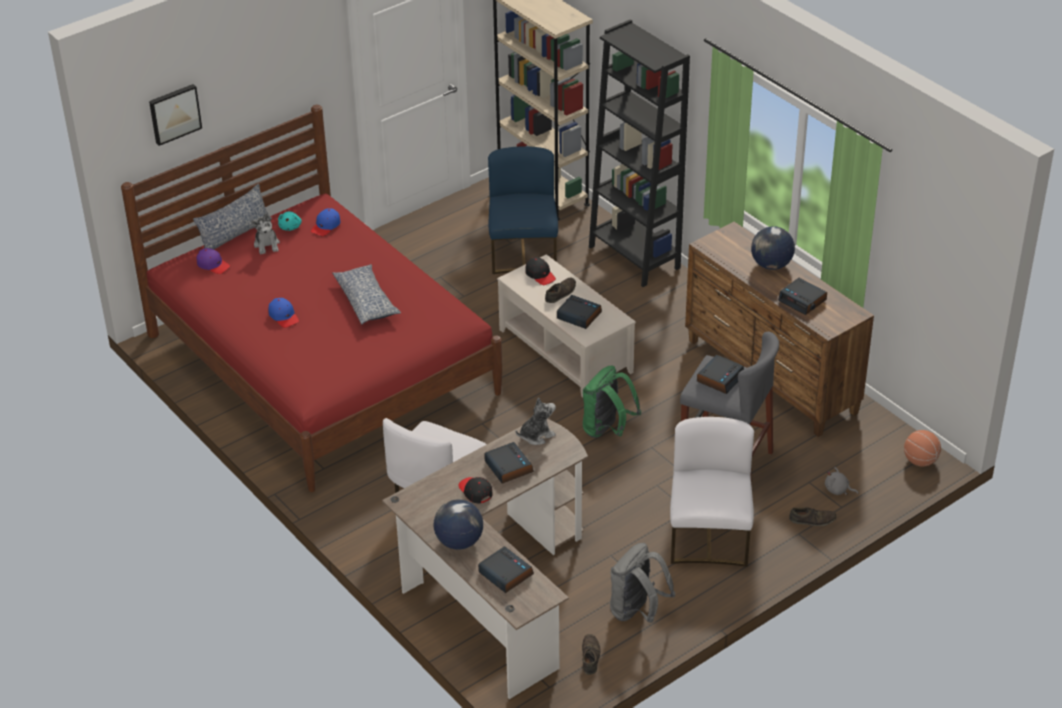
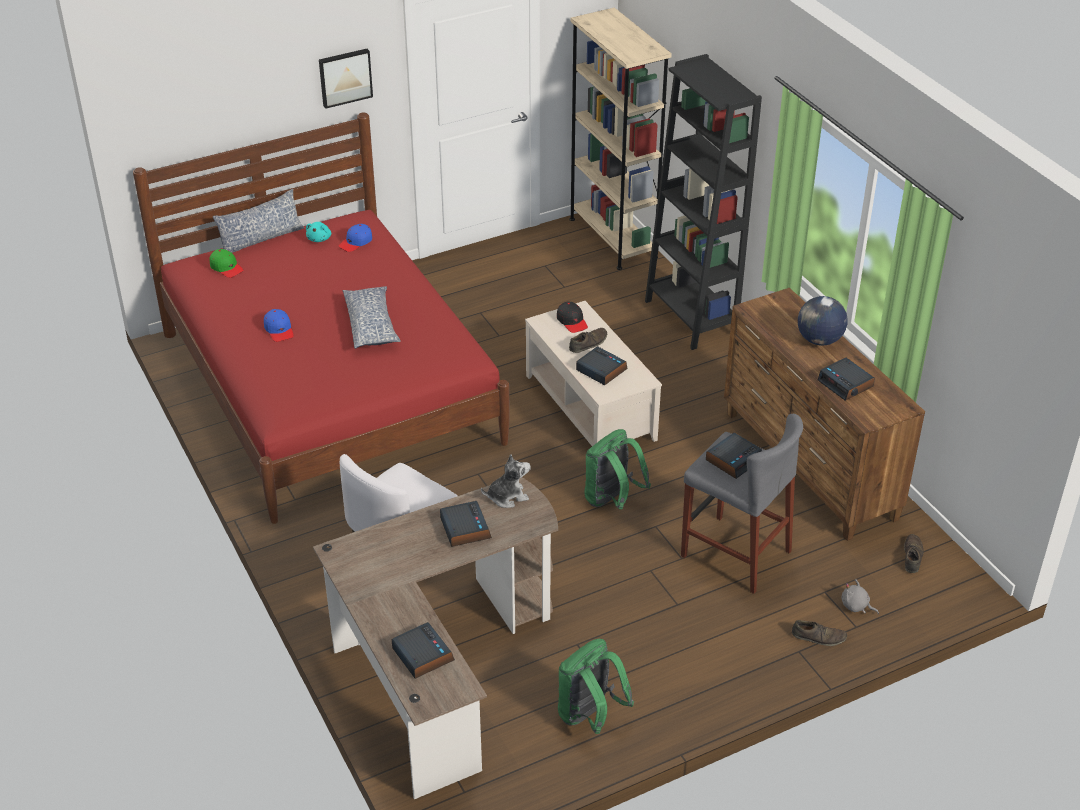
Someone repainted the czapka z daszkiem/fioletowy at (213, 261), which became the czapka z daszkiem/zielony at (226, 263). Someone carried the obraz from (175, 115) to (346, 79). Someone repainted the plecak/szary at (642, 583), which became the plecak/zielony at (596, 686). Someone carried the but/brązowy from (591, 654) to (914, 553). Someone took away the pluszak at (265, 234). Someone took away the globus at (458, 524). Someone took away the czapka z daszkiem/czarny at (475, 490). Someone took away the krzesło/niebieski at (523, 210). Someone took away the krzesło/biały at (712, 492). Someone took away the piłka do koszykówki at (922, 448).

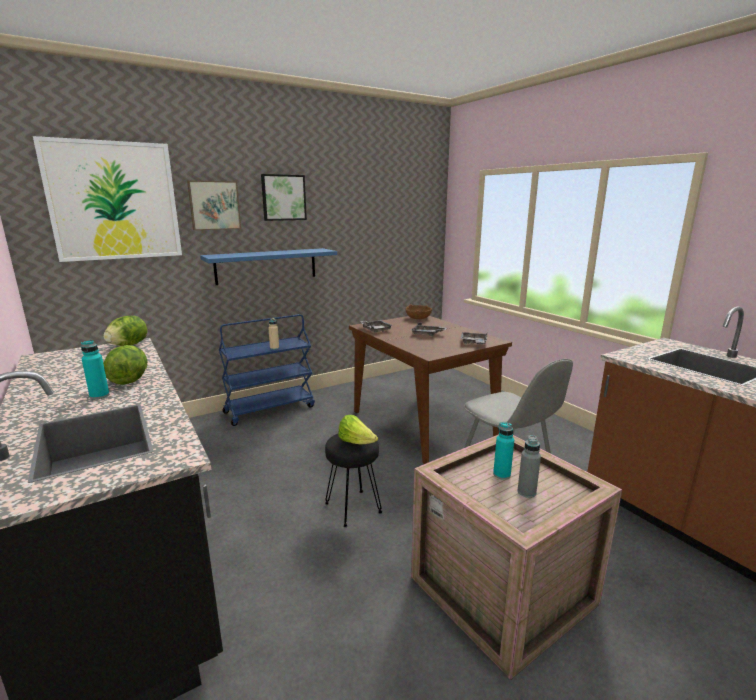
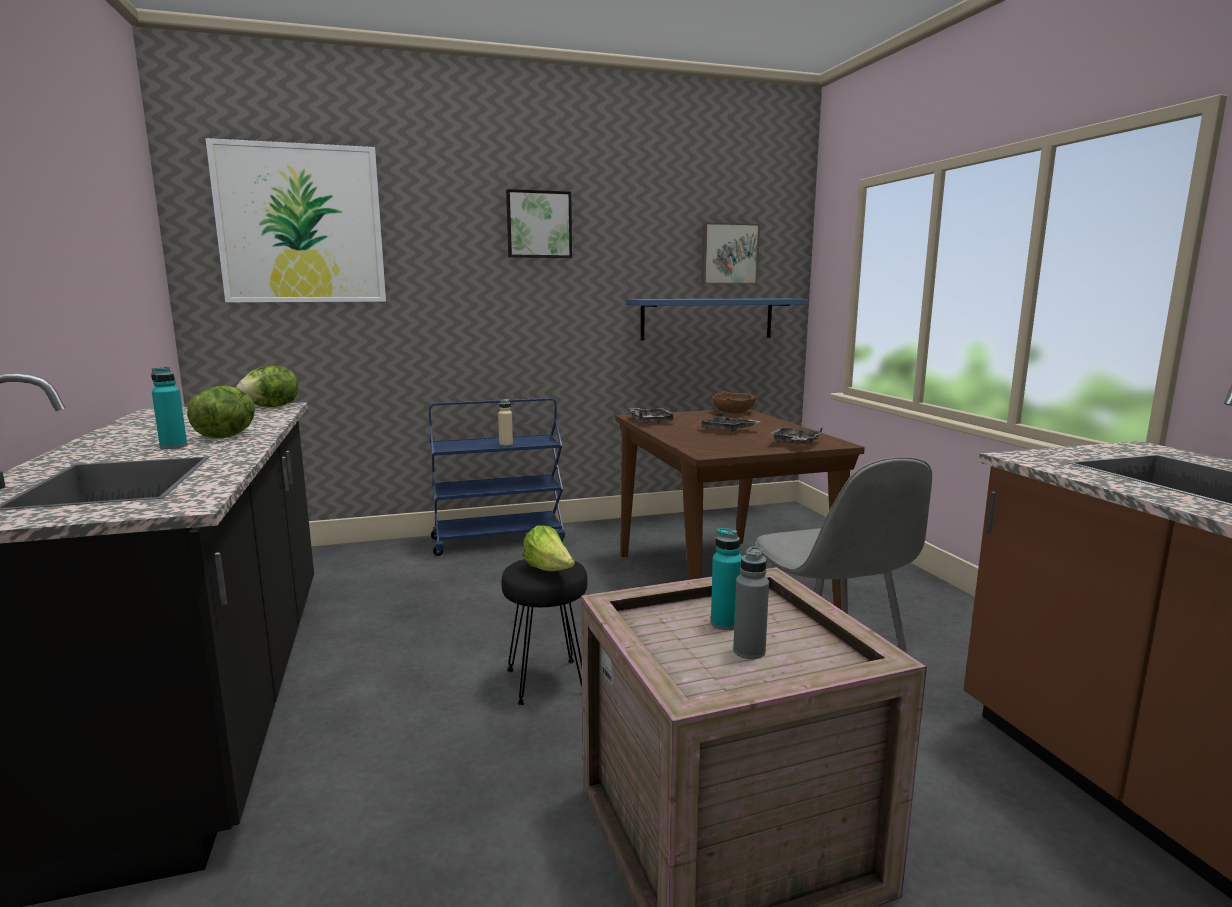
Someone carried the półka/niebieski from (268, 266) to (717, 319). Someone carried the obraz from (214, 205) to (730, 253).

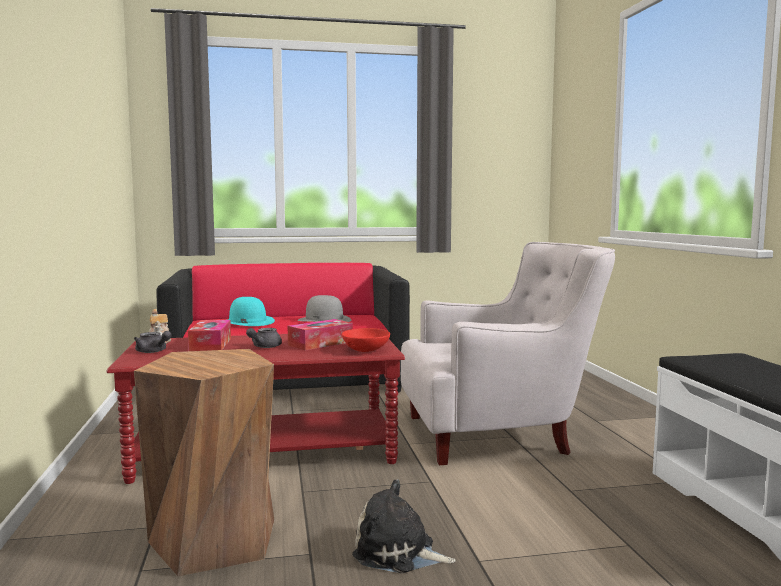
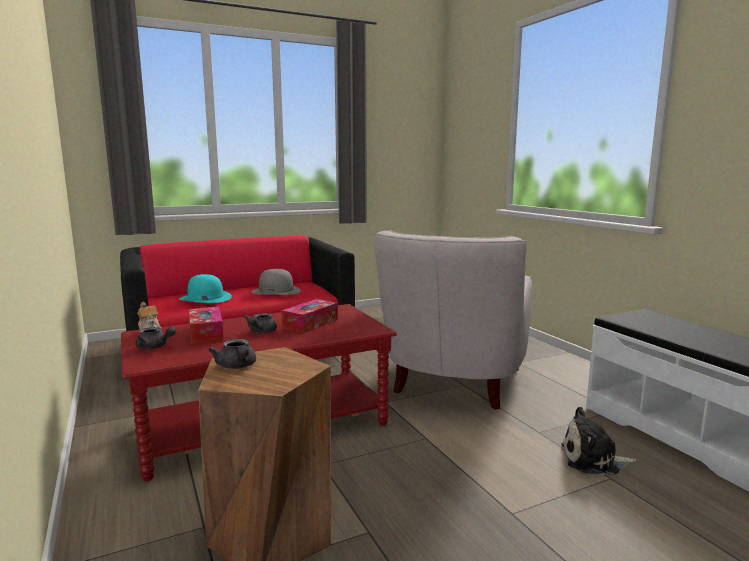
Someone put down the imbryk/szary at (232, 354). Someone rotated the fotel/biały at (508, 353) by 135 degrees clockwise. Someone carried the pluszak from (404, 526) to (599, 441). Someone took away the miska/czerwony at (366, 340).

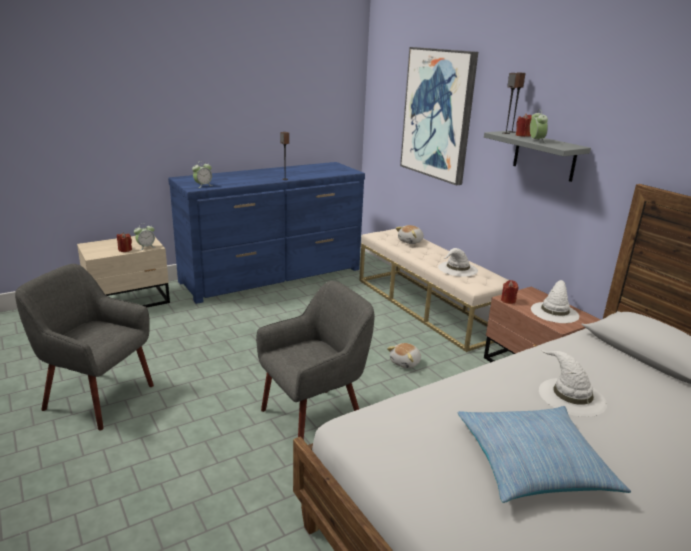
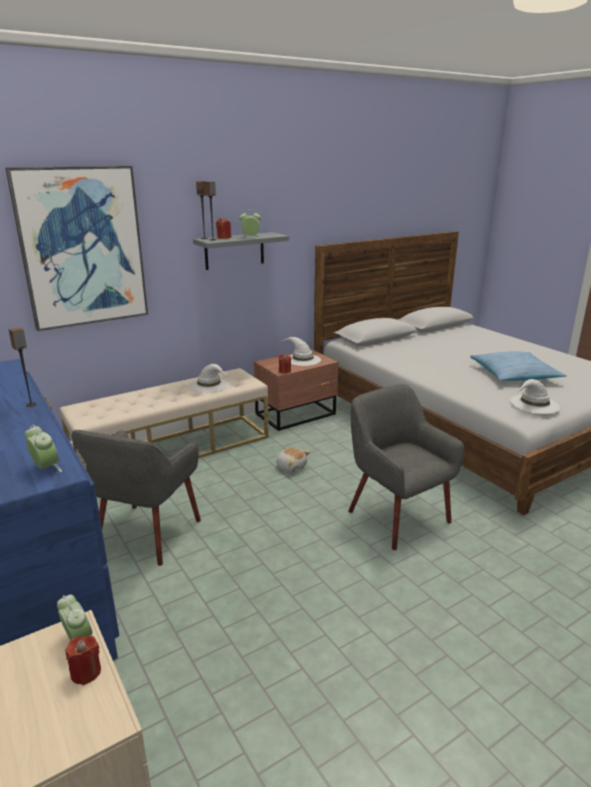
Someone carried the fotel/szary from (84, 347) to (136, 498). Someone carried the kapelusz/biały from (573, 383) to (535, 396). Someone took away the pluszak at (410, 234).

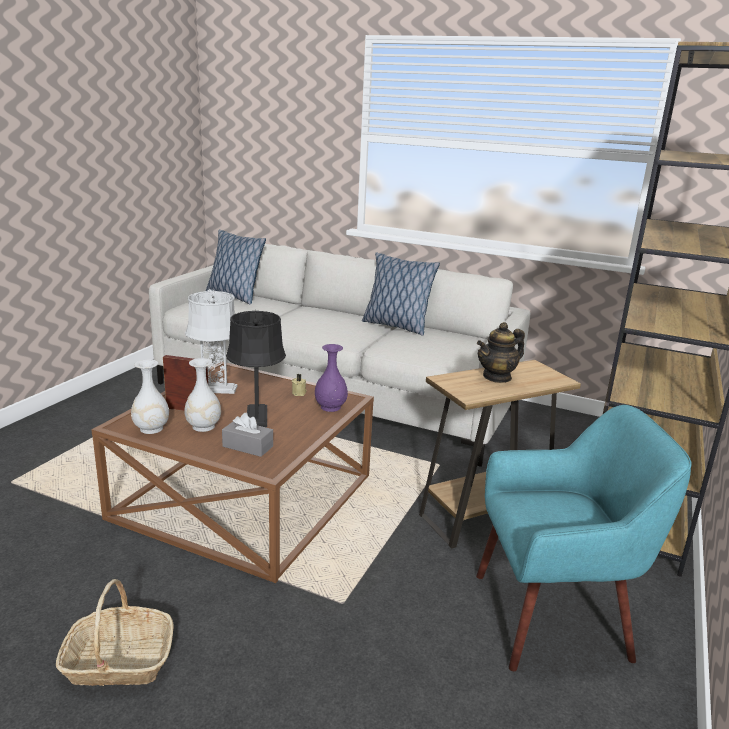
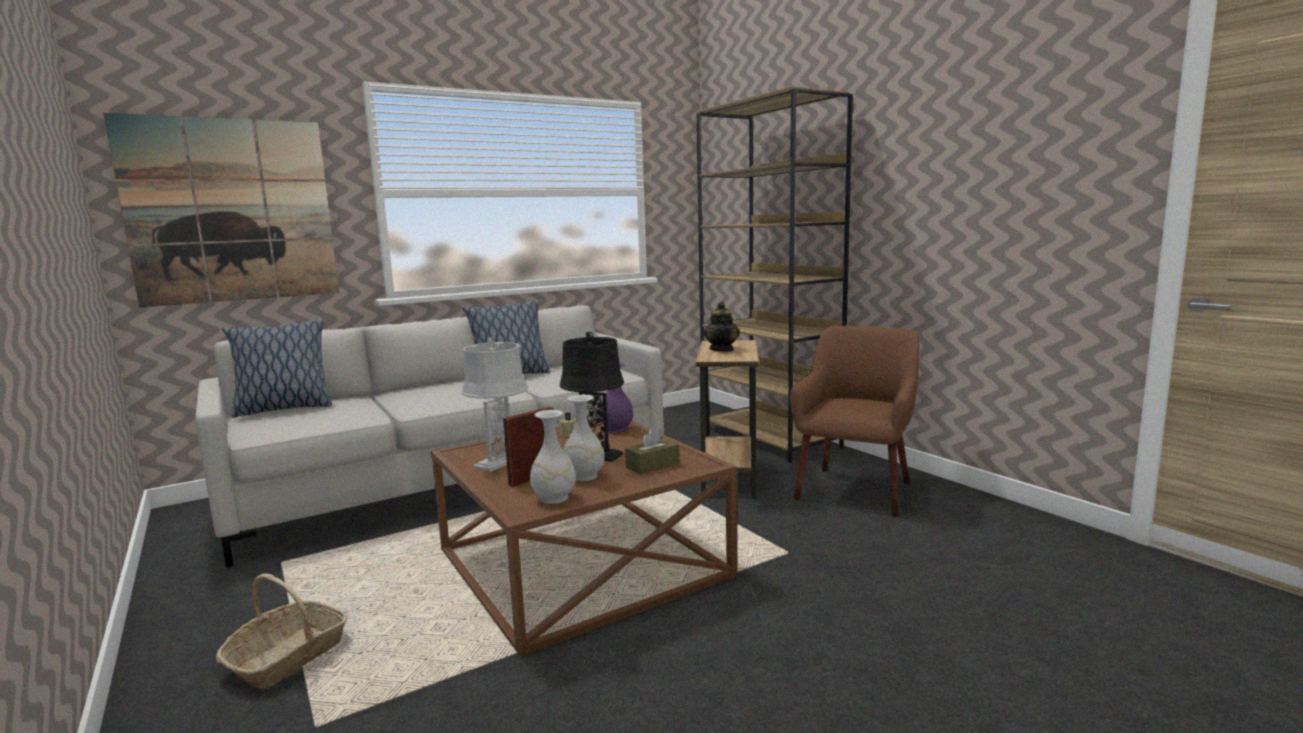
Someone put up the obraz at (221, 210). Someone carried the koszyk from (115, 632) to (282, 630). Someone repainted the pudełko chusteczek/szary at (247, 435), which became the pudełko chusteczek/brązowy at (652, 451). Someone repainted the fotel/turkusowy at (584, 538), which became the fotel/brązowy at (854, 421).

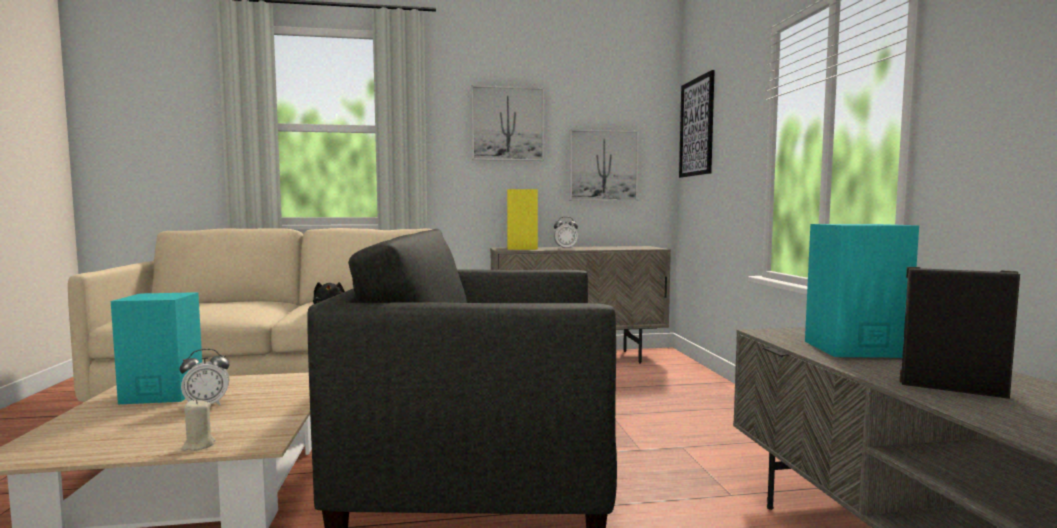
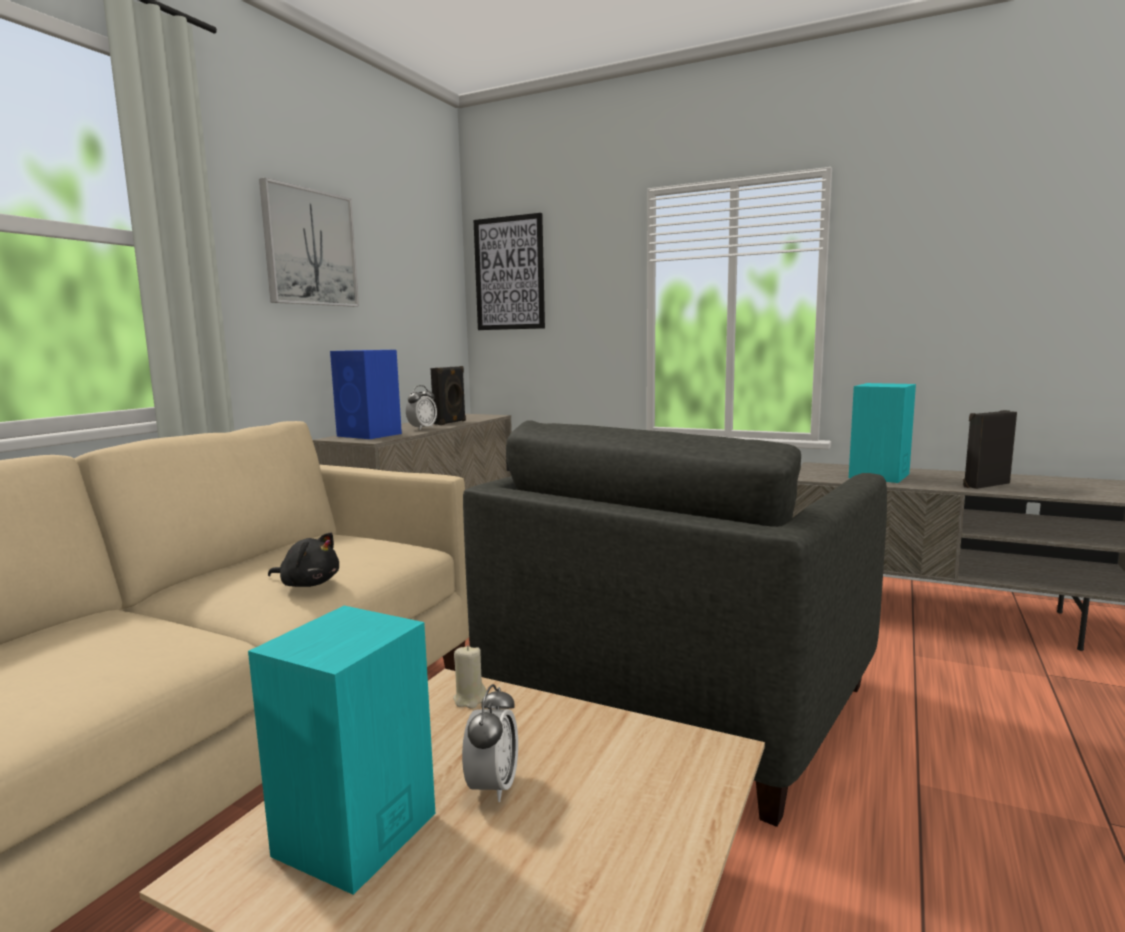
Someone repainted the głośnik/żółty at (522, 219), which became the głośnik/niebieski at (366, 394). Someone put down the głośnik/czarny at (448, 395). Someone carried the świeca/beżowy from (198, 425) to (469, 677). Someone took away the obraz at (604, 165).

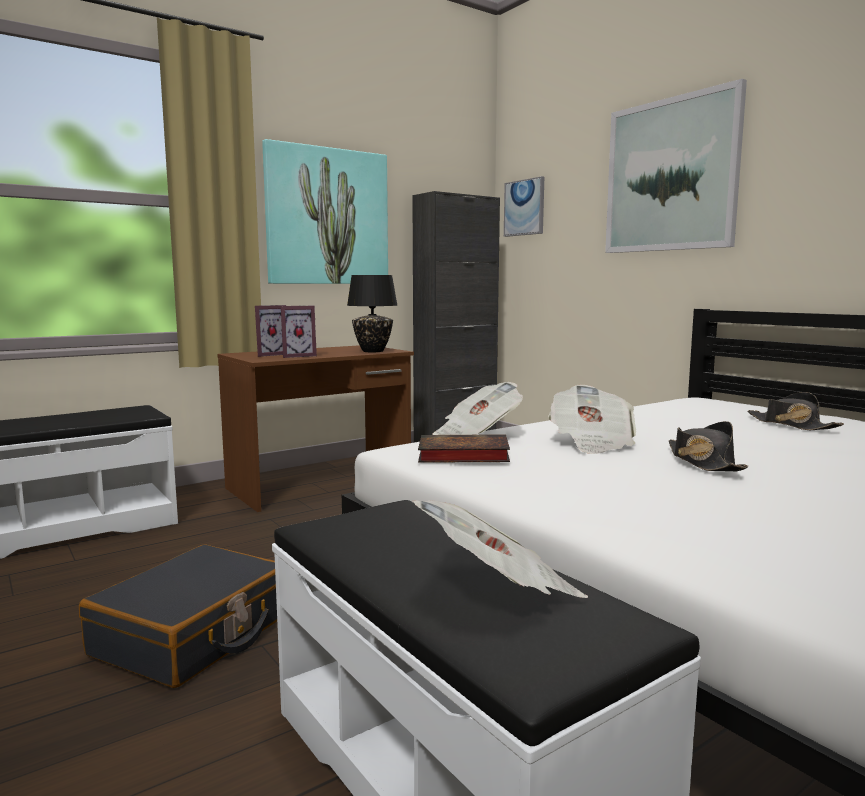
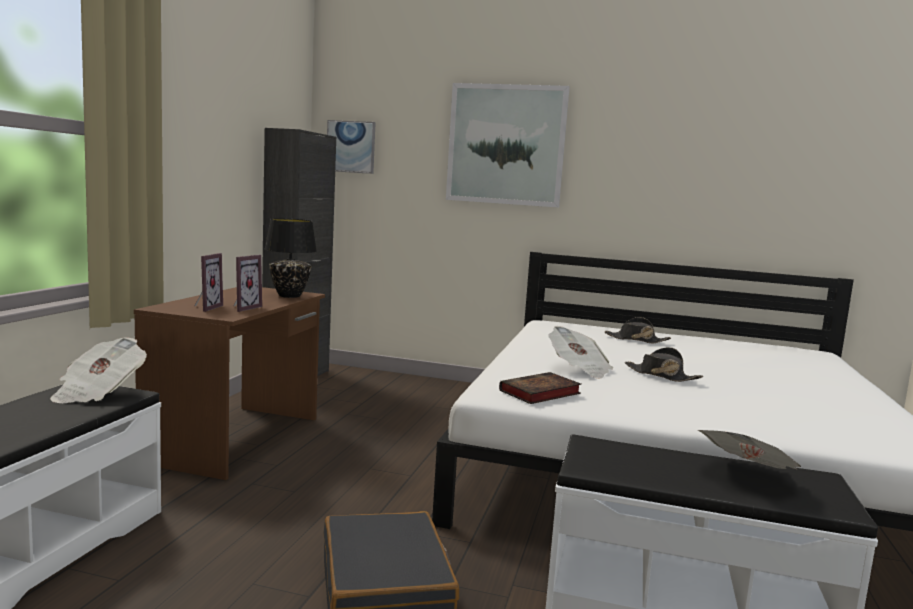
Someone carried the gazeta from (477, 408) to (98, 370). Someone took away the obraz at (325, 211).

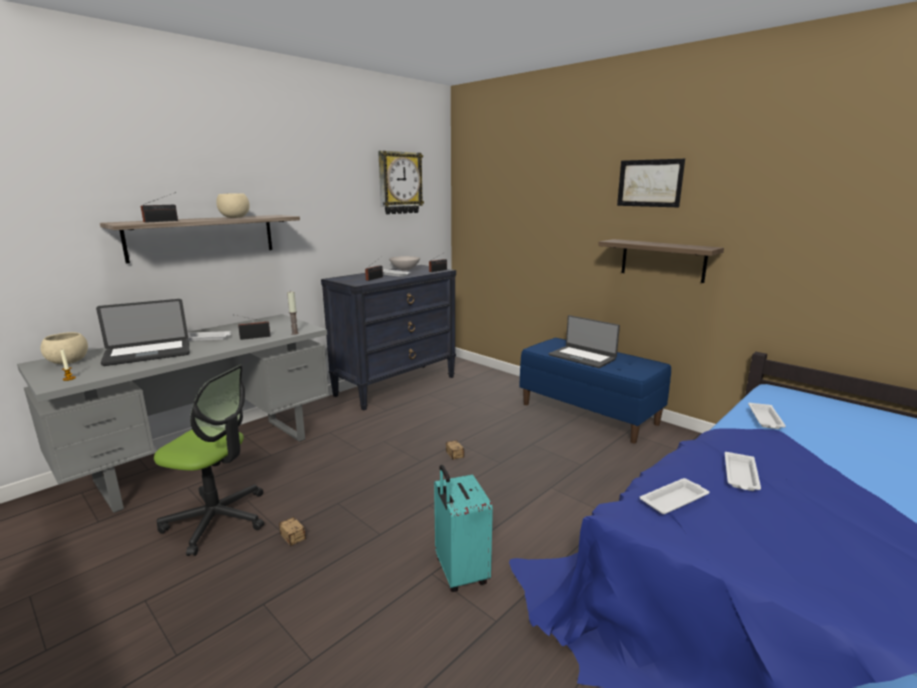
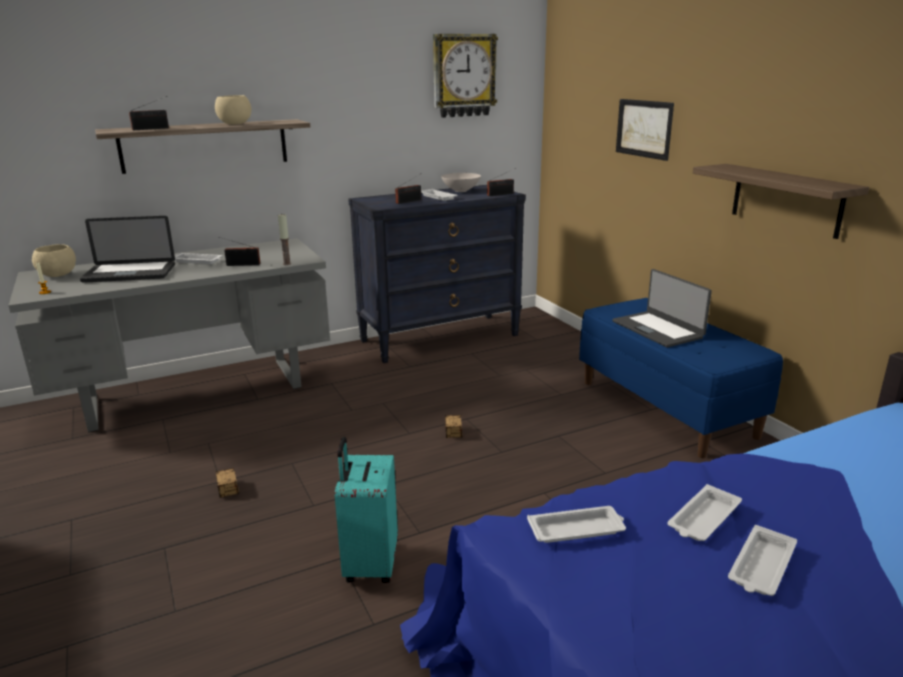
Someone carried the obraz from (651, 183) to (645, 130). Someone carried the taca/biały from (767, 416) to (762, 560). Someone took away the krzesło biurowe at (209, 460).

